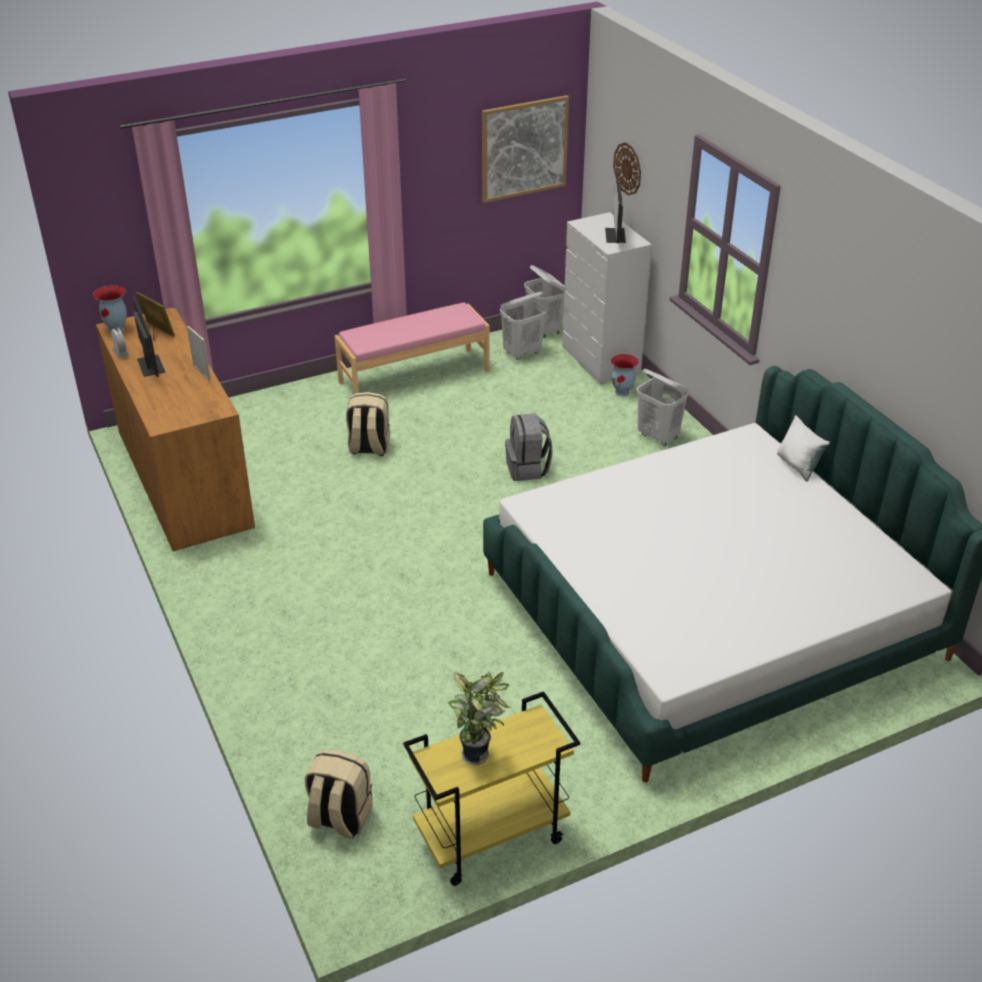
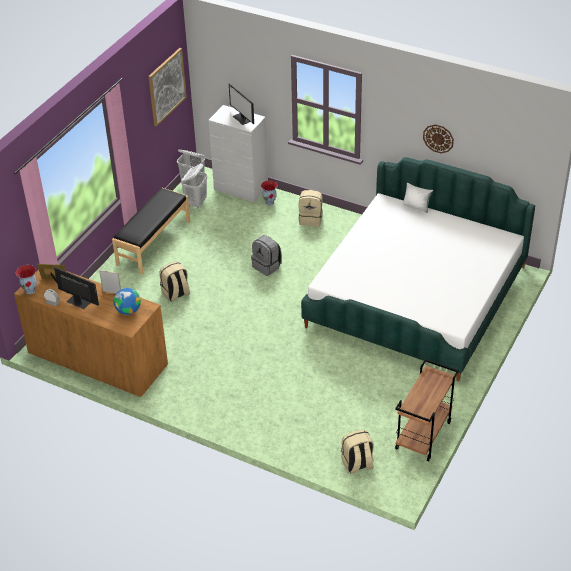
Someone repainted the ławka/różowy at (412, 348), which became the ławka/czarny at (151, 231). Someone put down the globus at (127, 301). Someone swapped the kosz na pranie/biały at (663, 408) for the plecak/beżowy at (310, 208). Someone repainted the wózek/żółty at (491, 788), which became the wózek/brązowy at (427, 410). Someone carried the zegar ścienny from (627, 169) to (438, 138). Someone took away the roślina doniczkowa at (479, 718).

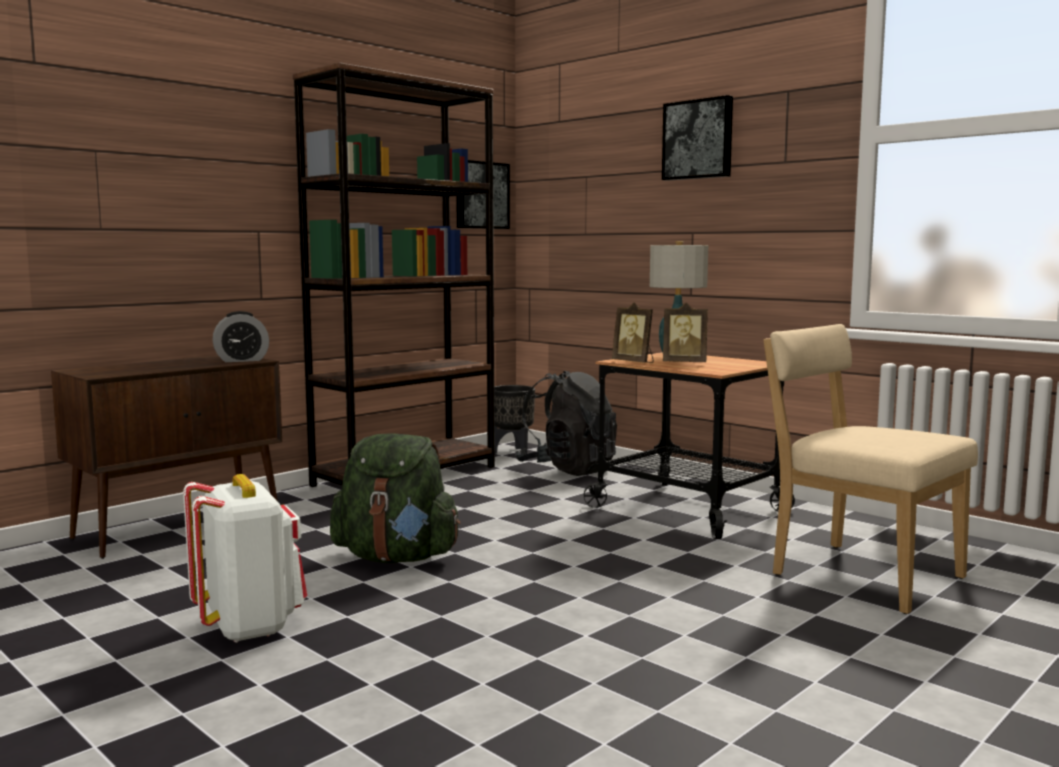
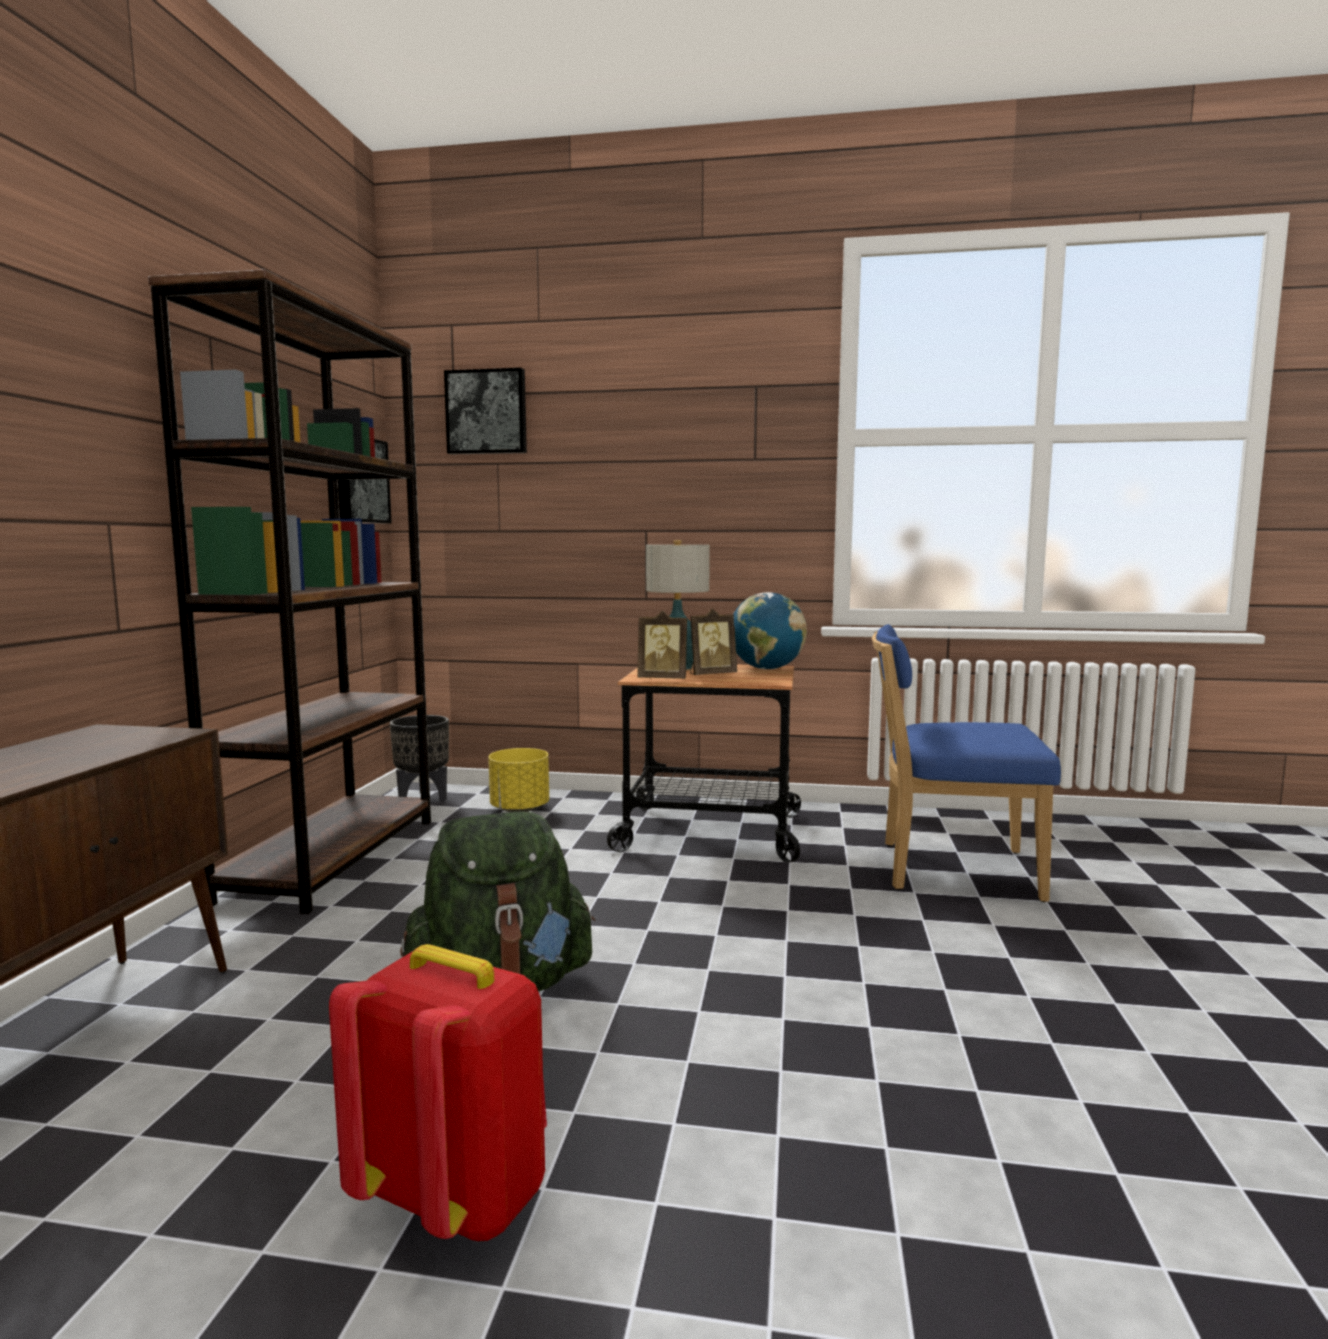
Someone repainted the plecak/biały at (245, 558), which became the plecak/czerwony at (438, 1092). Someone carried the obraz from (697, 138) to (485, 411). Someone swapped the plecak/czarny at (566, 423) for the donica/żółty at (518, 780). Someone put down the globus at (770, 630). Someone repainted the krzesło/beżowy at (870, 469), which became the krzesło/niebieski at (966, 763). Someone took away the budzik at (240, 336).

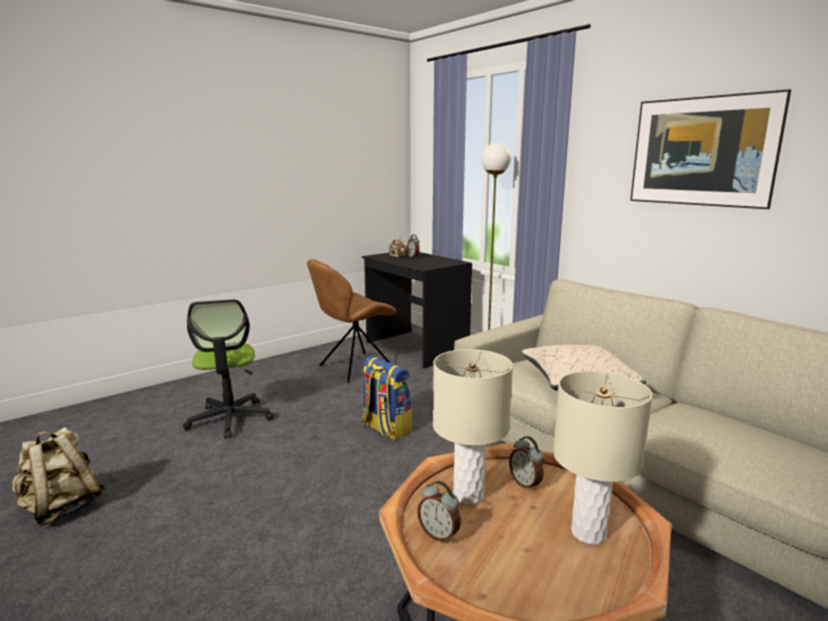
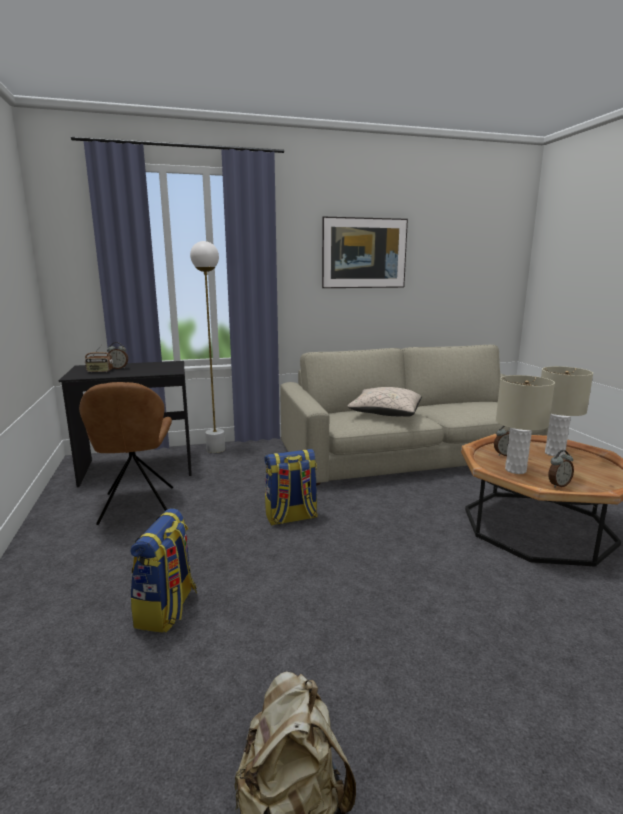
Someone swapped the krzesło biurowe at (228, 369) for the plecak at (163, 570).

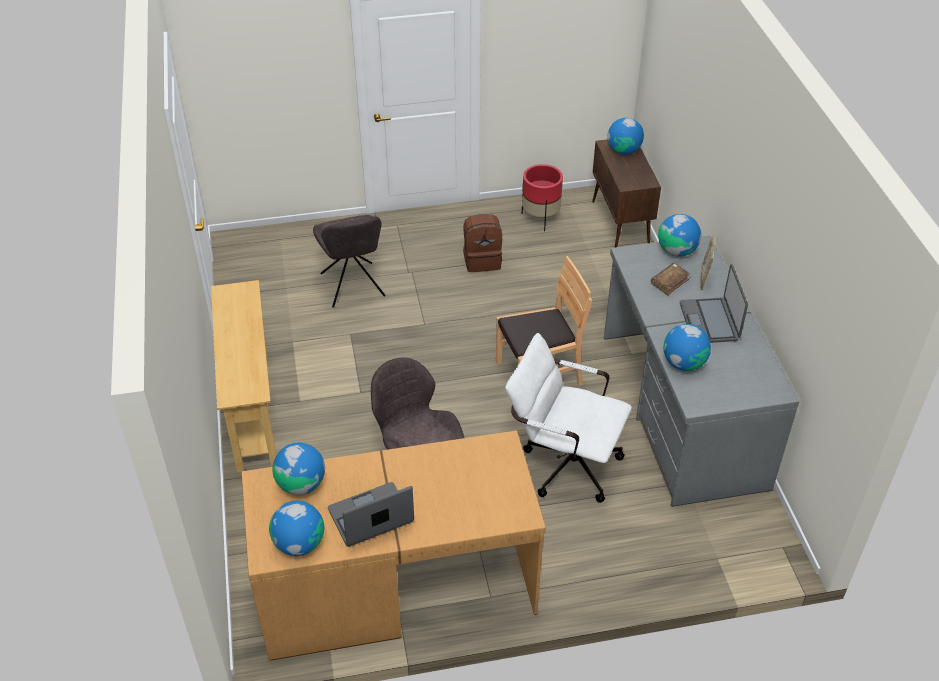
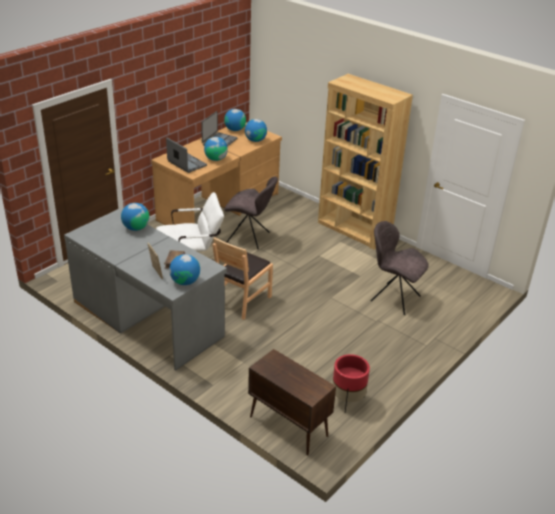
Someone carried the laptop from (714, 303) to (186, 155). Someone carried the globus from (625, 136) to (216, 149). Someone swapped the stolik konsolowy/beżowy at (244, 376) for the regał/brązowy at (365, 162). Someone took away the plecak/brązowy at (482, 243).

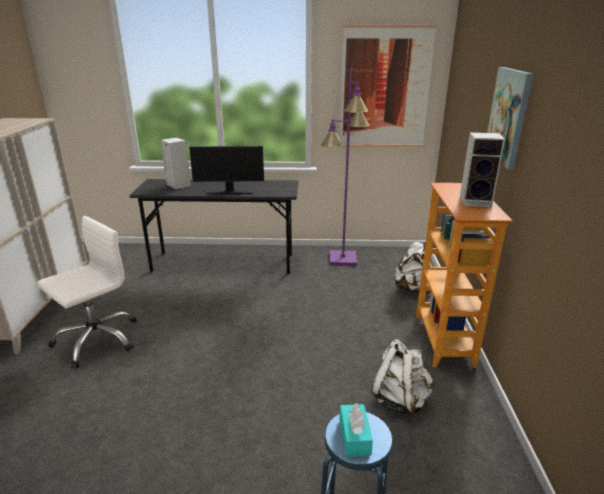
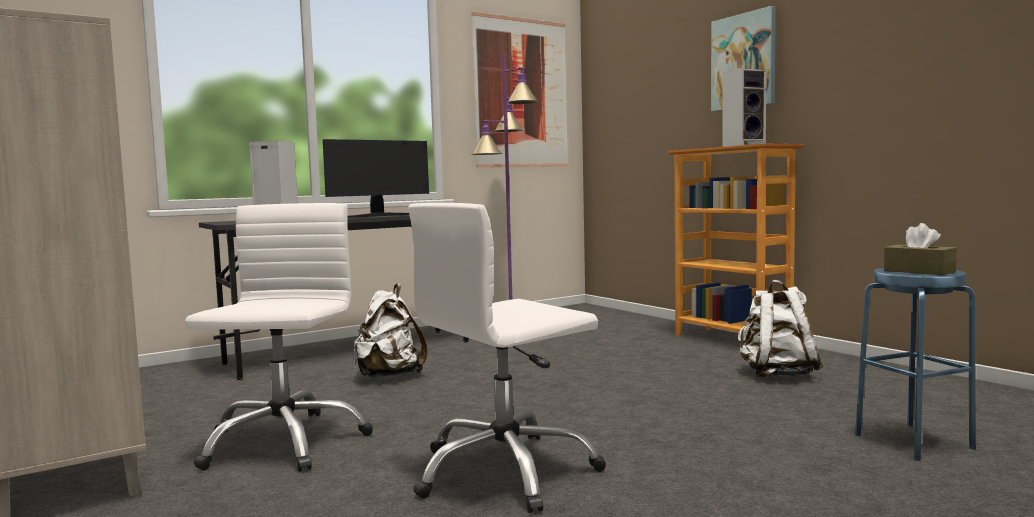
Someone carried the plecak/biały from (412, 268) to (390, 330). Someone put down the krzesło biurowe/biały at (507, 358). Someone repainted the pudełko chusteczek/turkusowy at (356, 430), which became the pudełko chusteczek/brązowy at (920, 249).

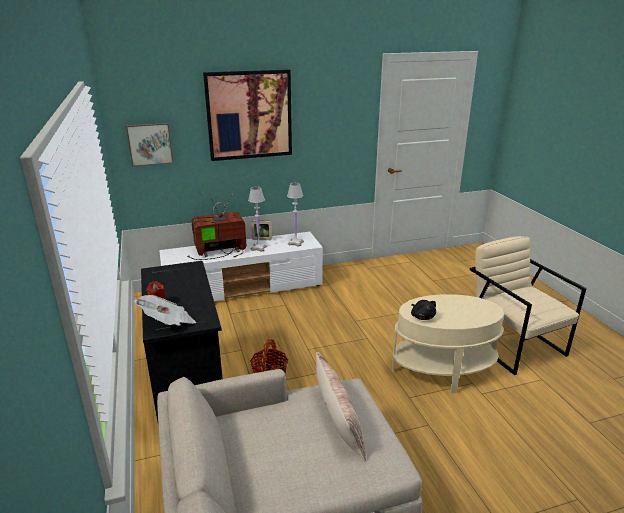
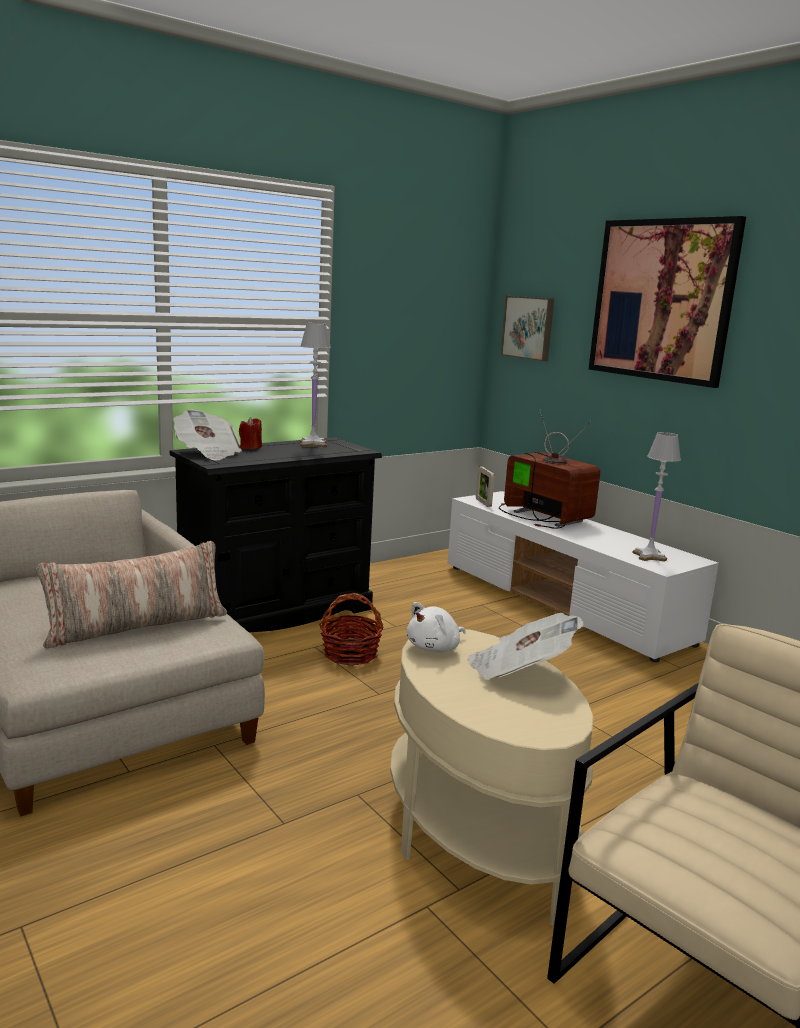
Someone carried the lampa stołowa/biały from (257, 219) to (315, 385). Someone repainted the pluszak/czarny at (423, 310), which became the pluszak/biały at (436, 627). Someone put down the gazeta at (525, 647). Someone carried the ramka na zdjęcie from (261, 230) to (485, 486).

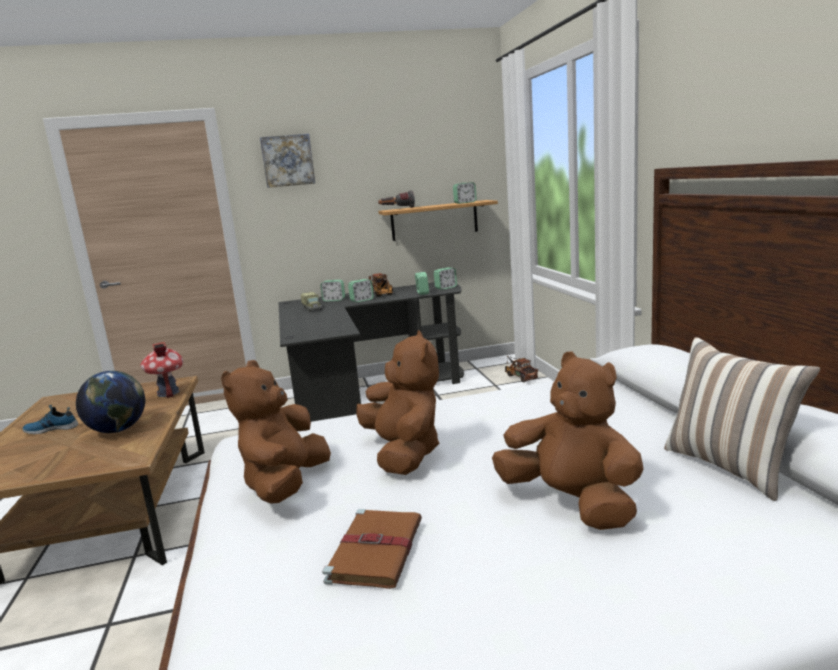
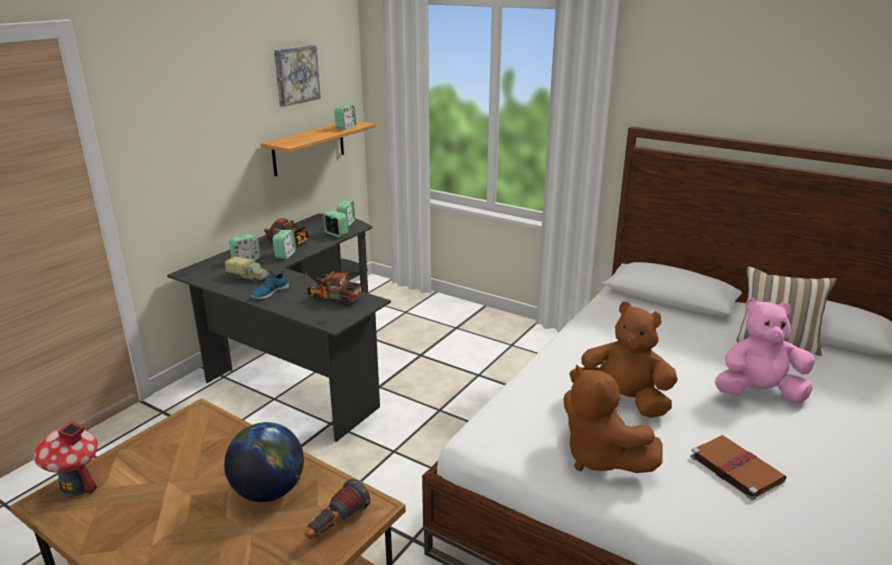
Someone carried the domek from (161, 370) to (66, 459). Someone carried the but from (50, 419) to (269, 284). Someone carried the obraz from (287, 161) to (297, 76). Someone carried the ciężarówka zabawkowa from (521, 368) to (332, 288). Someone carried the latarka from (396, 199) to (337, 509). Someone repainted the pluszak/brązowy at (568, 440), which became the pluszak/różowy at (765, 350).

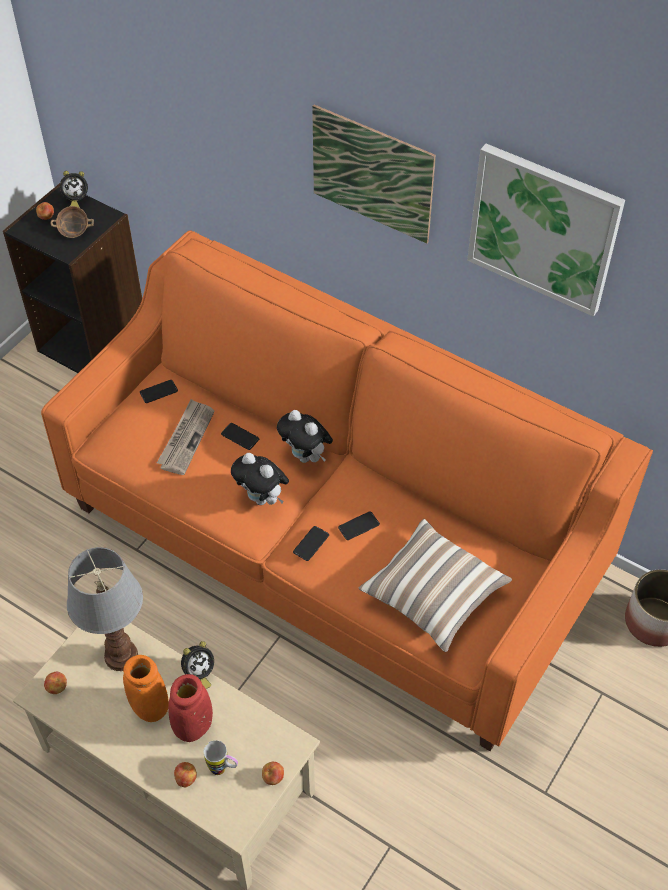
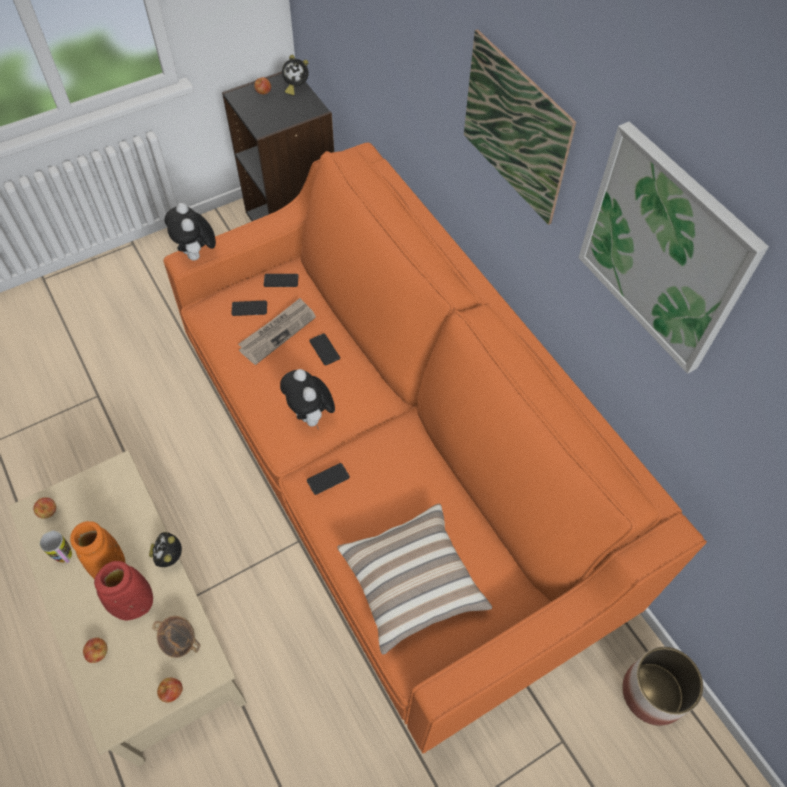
Someone carried the kubek from (220, 757) to (56, 547). Someone rotated the budzik at (197, 665) by 105 degrees clockwise. Someone carried the miska from (72, 222) to (176, 637). Someone carried the pluszak from (305, 436) to (190, 232). Someone carried the telefon from (359, 525) to (249, 308). Someone took away the lampa stołowa at (105, 609).

